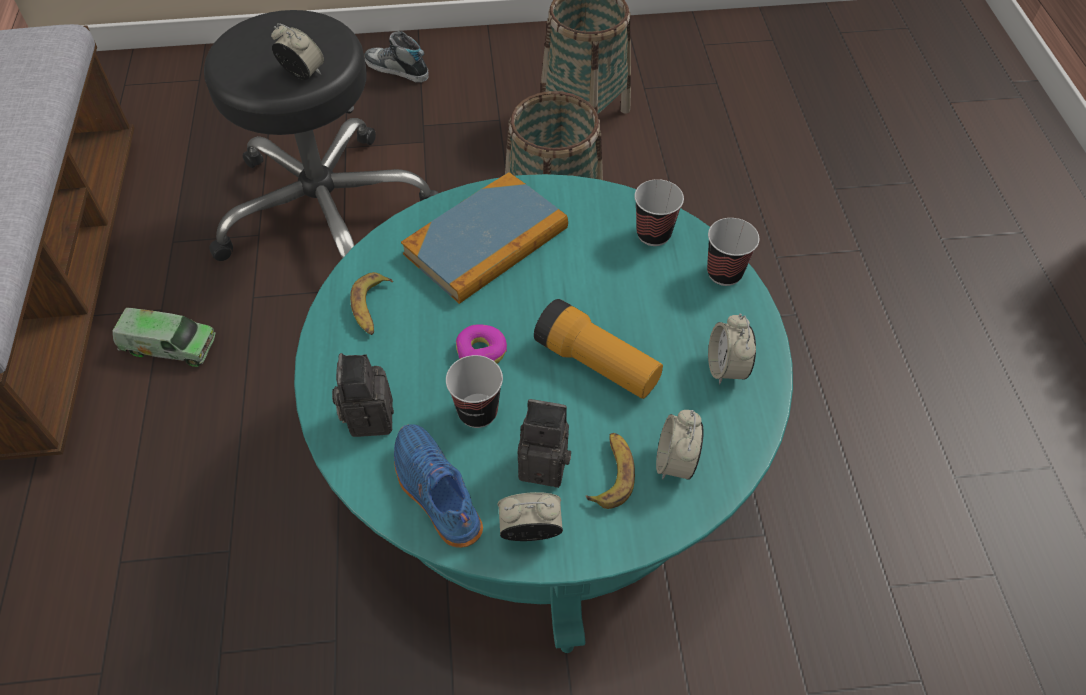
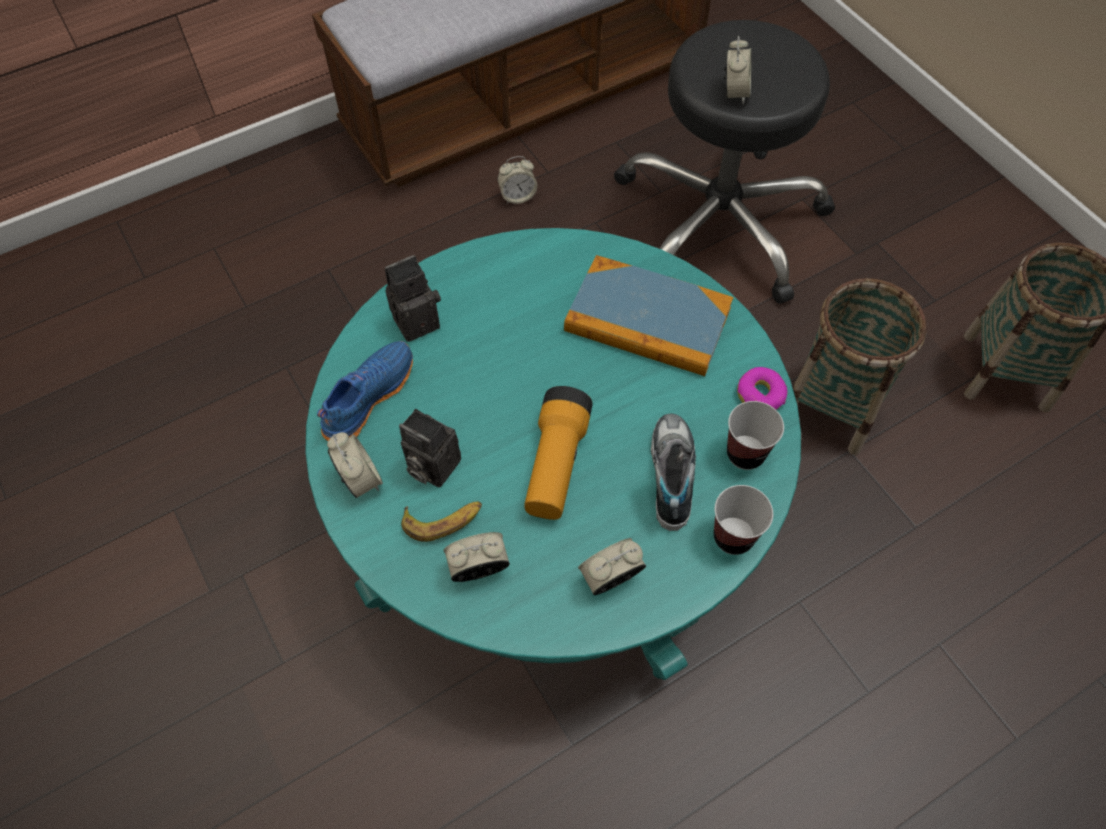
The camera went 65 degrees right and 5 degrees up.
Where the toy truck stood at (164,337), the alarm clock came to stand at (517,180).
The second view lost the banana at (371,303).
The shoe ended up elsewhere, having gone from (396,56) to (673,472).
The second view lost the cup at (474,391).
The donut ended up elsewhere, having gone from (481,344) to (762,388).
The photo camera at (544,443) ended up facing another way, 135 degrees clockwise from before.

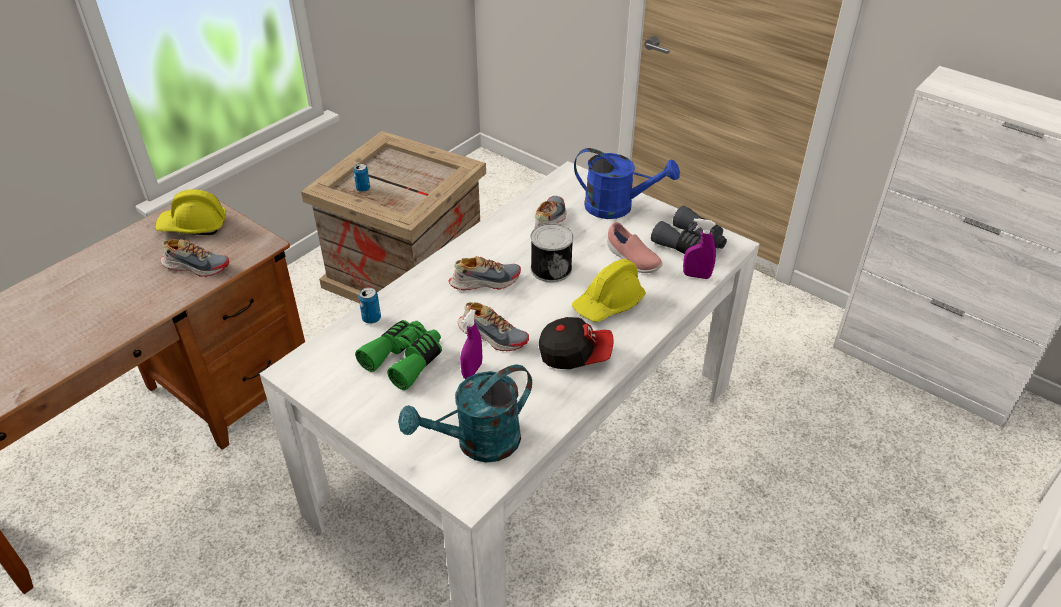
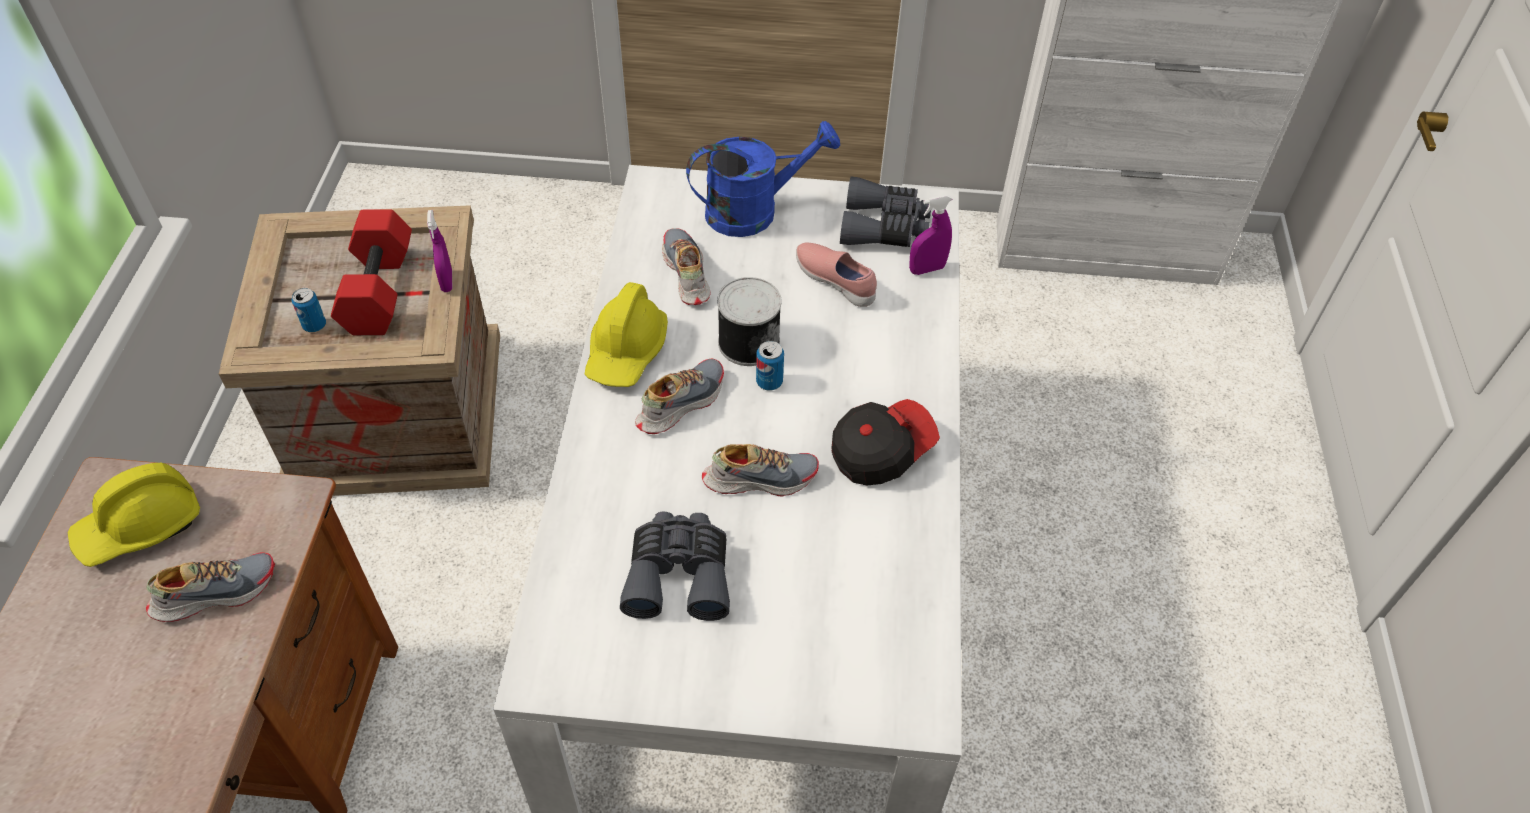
The camera went 35 degrees left and 10 degrees up.
What was the green binoculars at (398,355) turned into the grey binoculars at (675,566).
The can ended up elsewhere, having gone from (369,305) to (770,366).
The second view lost the turquoise watering can at (465,414).
The purple spray bottle ended up elsewhere, having gone from (471,344) to (439,251).
The yellow hard hat ended up elsewhere, having gone from (609,290) to (626,334).
The pink shoe at (635,247) ended up facing another way, 150 degrees counterclockwise from before.
The second view gained the red dumbbell at (371,272).

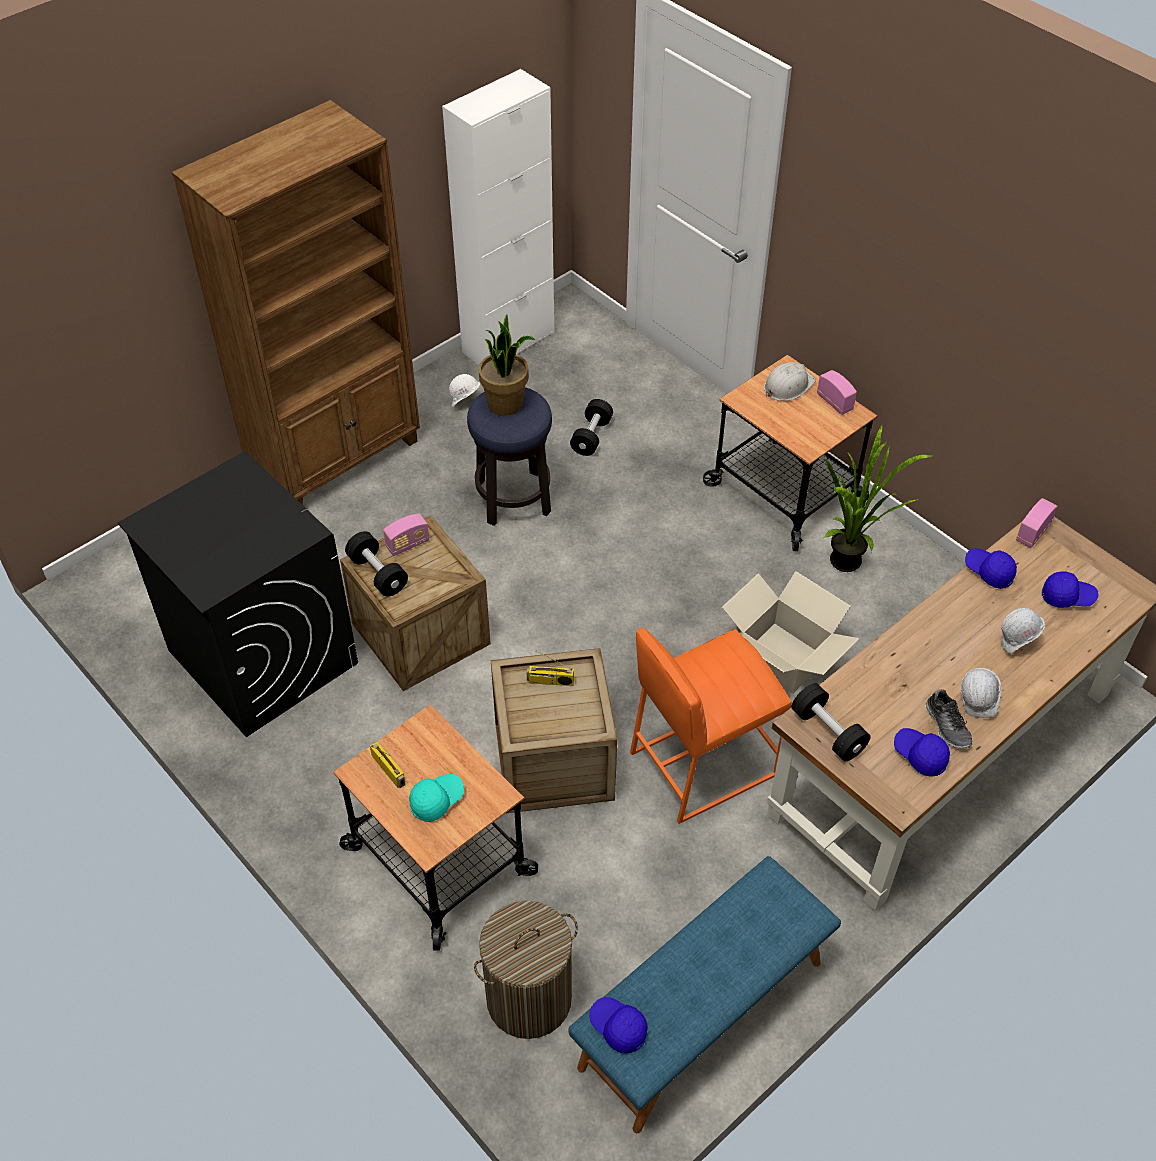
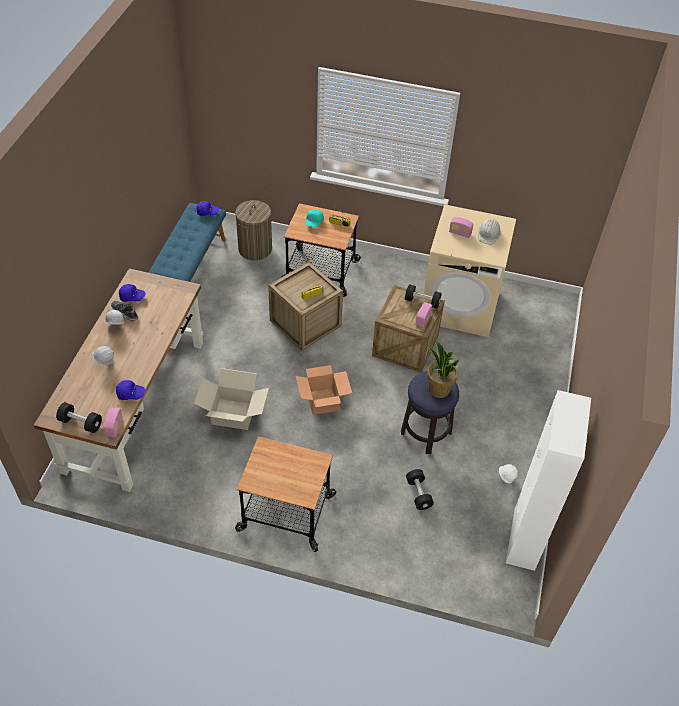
The camera went 145 degrees right and 0 degrees up.
What was the black washing machine at (237,594) turned into the beige washing machine at (470,270).
The second view lost the brown bookcase at (296,302).
The second view lost the orange stool at (711,726).
The white hard hat ended up elsewhere, having gone from (790,381) to (489,232).
The black dumbbell ended up elsewhere, having gone from (831,722) to (79,417).
The radio ended up elsewhere, having gone from (837,392) to (461,227).
The second view lost the potted plant at (878,498).
The second view lost the blue cap at (1070,590).
The second view gained the cardboard box at (324,390).

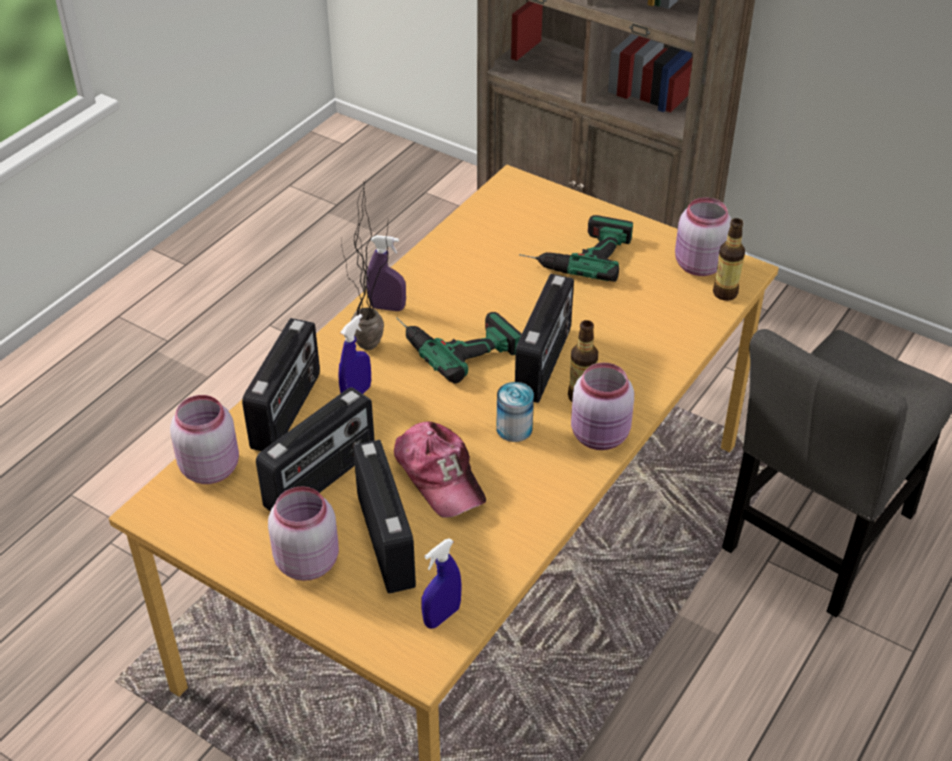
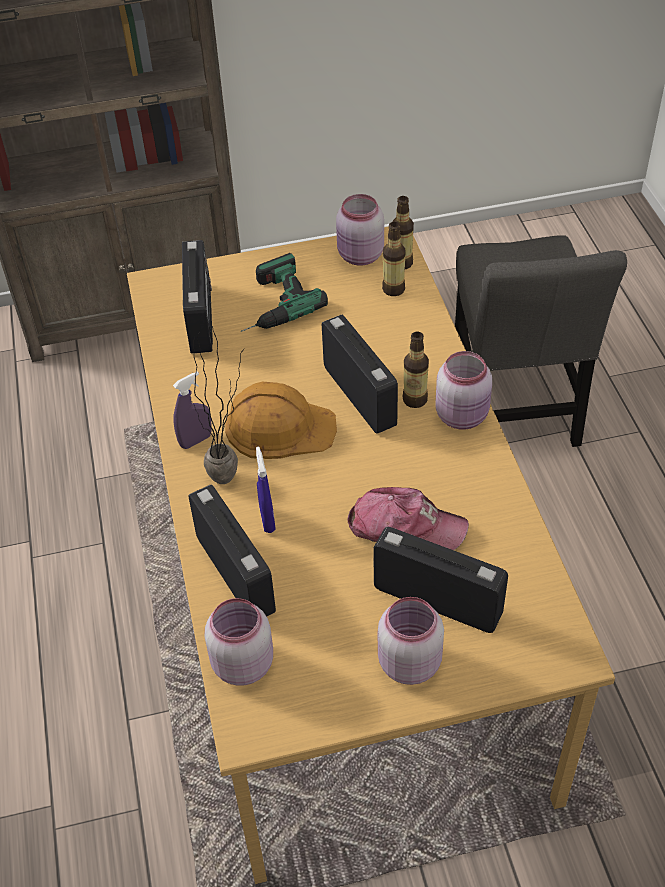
The camera went 45 degrees left and 5 degrees up.
The radio ended up elsewhere, having gone from (315,449) to (197,297).
Where the power drill stood at (459,347), the orange hard hat came to stand at (281,420).
The second view lost the blue spray bottle at (442,583).
The second view lost the can at (515,412).
The second view gained the bottle at (393,259).

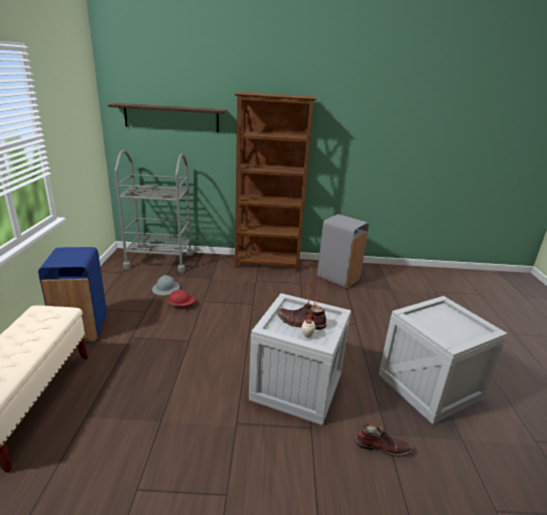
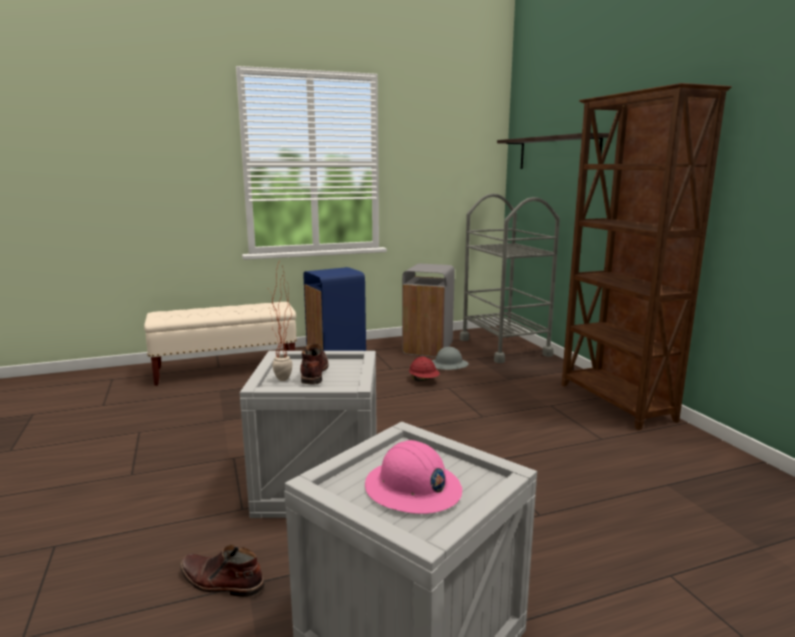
The camera went 70 degrees right and 10 degrees down.
The grey trash can ended up elsewhere, having gone from (343,251) to (428,310).
The brown boot at (384,440) ended up facing another way, 120 degrees clockwise from before.
The second view gained the pink hard hat at (413,477).

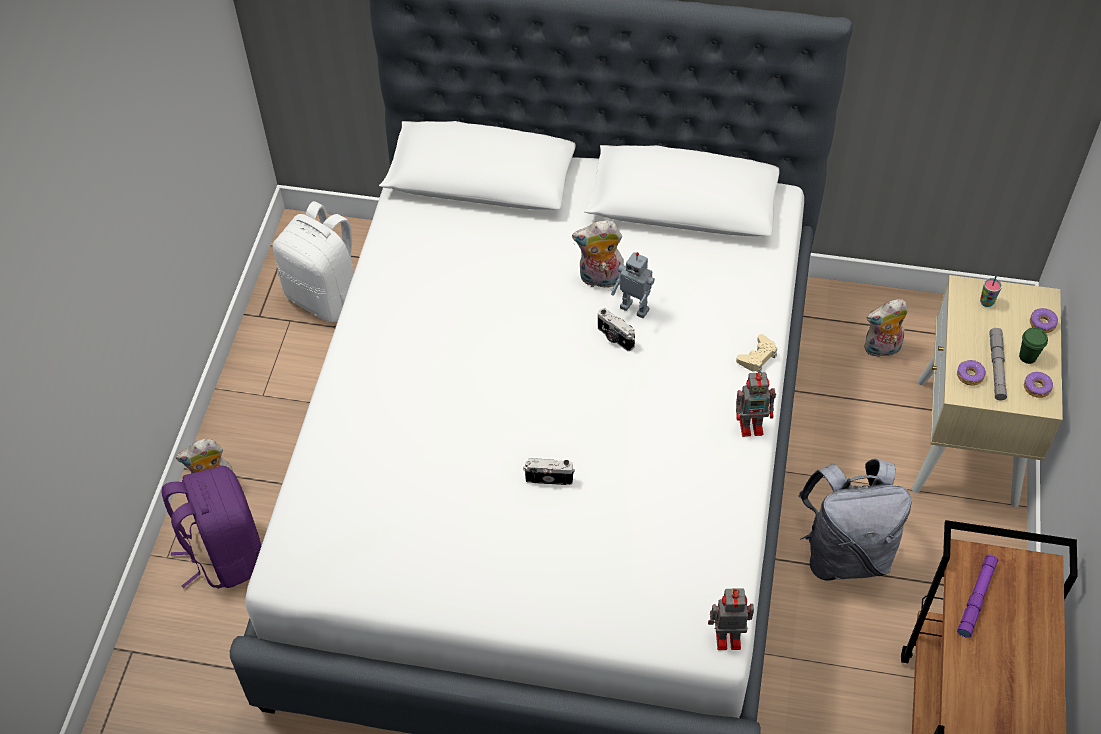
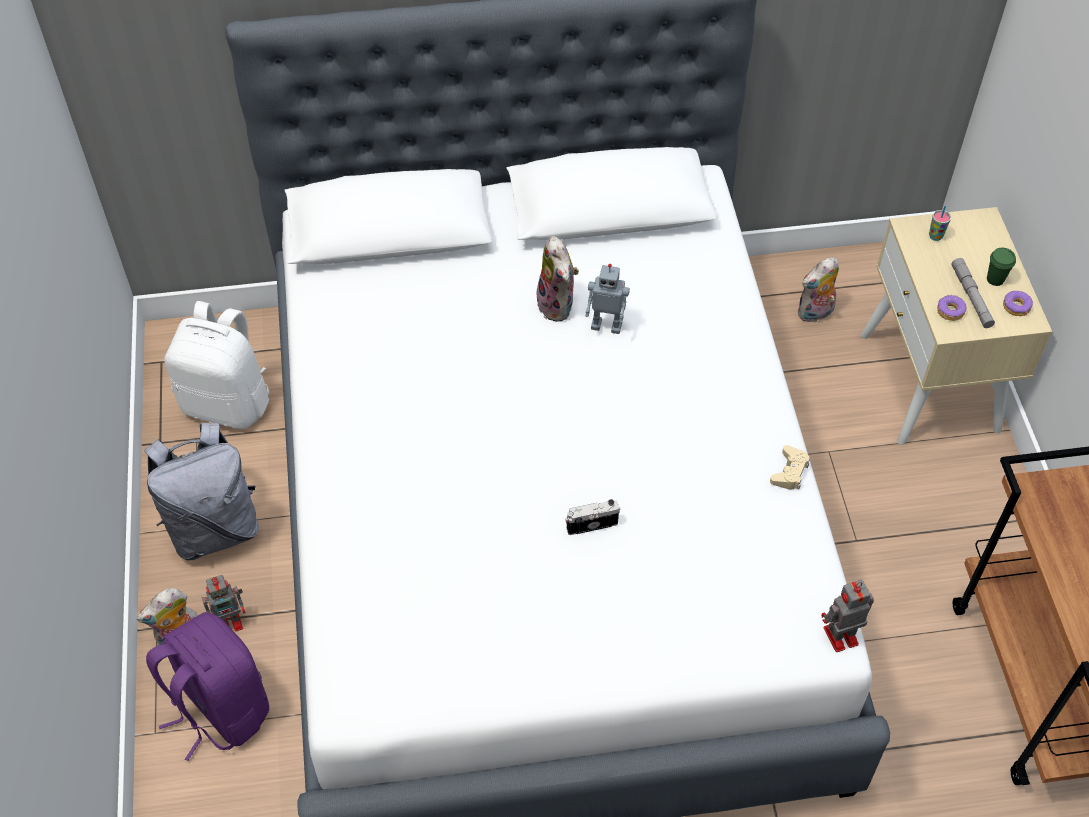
The camera went 20 degrees left and 0 degrees up.
The plush toy at (598,254) ended up facing another way, 90 degrees counterclockwise from before.
The second view lost the photo camera at (616,329).
The beige game controller ended up elsewhere, having gone from (756,353) to (790,467).
The toy robot ended up elsewhere, having gone from (756,404) to (224,603).
The grey backpack ended up elsewhere, having gone from (855,520) to (201,491).
The second view lost the purple flashlight at (977,596).
The second view lost the donut at (1044,320).

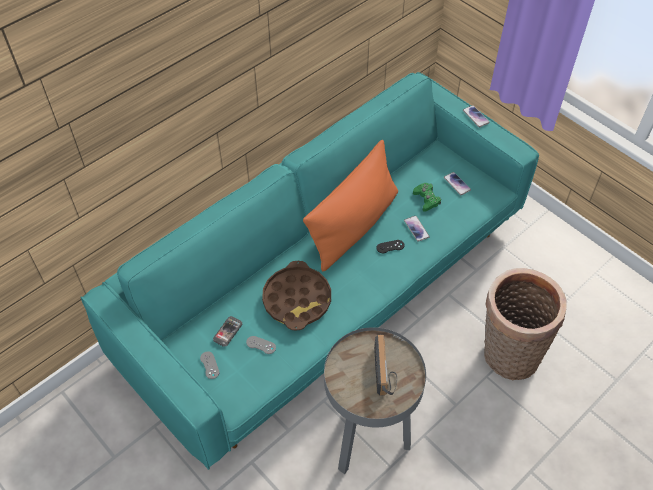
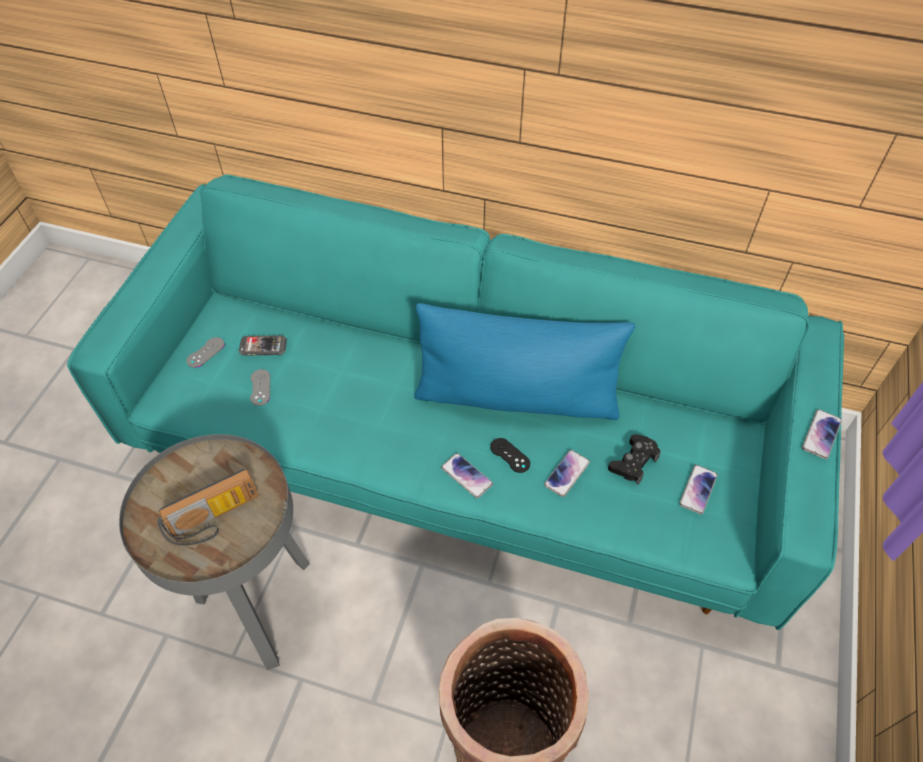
The camera went 60 degrees right and 0 degrees up.
The second view lost the brown tray at (296,295).
What was the orange pillow at (350,205) turned into the blue pillow at (524,361).
What was the green game controller at (427,197) turned into the black game controller at (634,459).
The second view gained the phone at (467,475).

